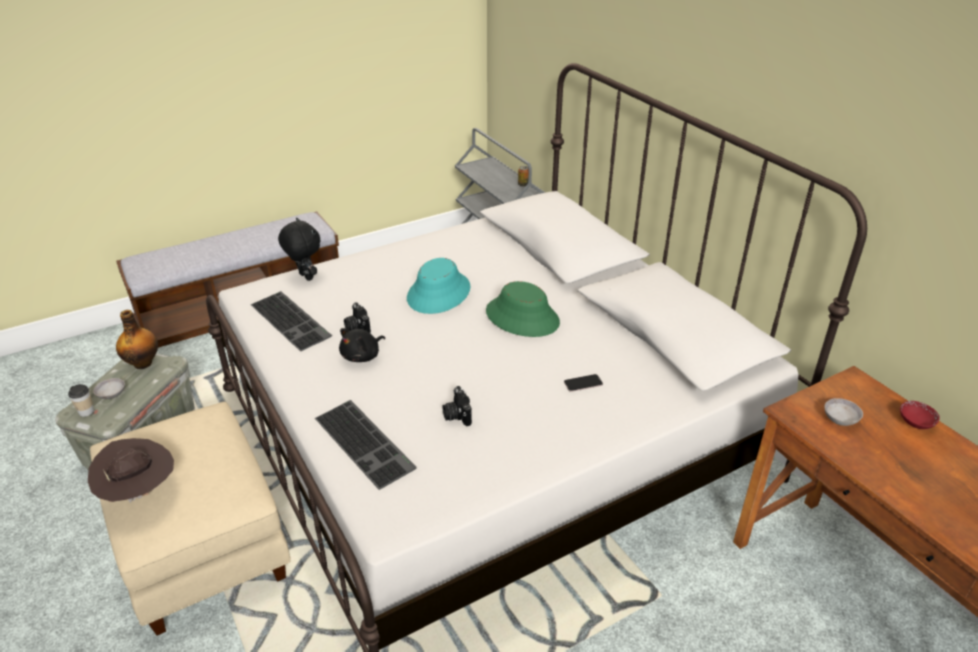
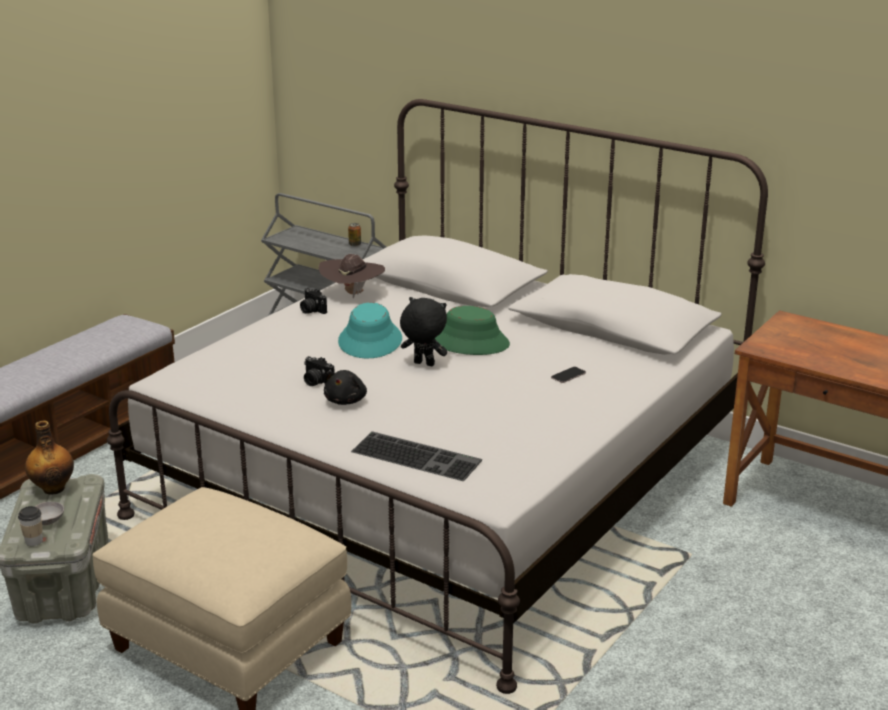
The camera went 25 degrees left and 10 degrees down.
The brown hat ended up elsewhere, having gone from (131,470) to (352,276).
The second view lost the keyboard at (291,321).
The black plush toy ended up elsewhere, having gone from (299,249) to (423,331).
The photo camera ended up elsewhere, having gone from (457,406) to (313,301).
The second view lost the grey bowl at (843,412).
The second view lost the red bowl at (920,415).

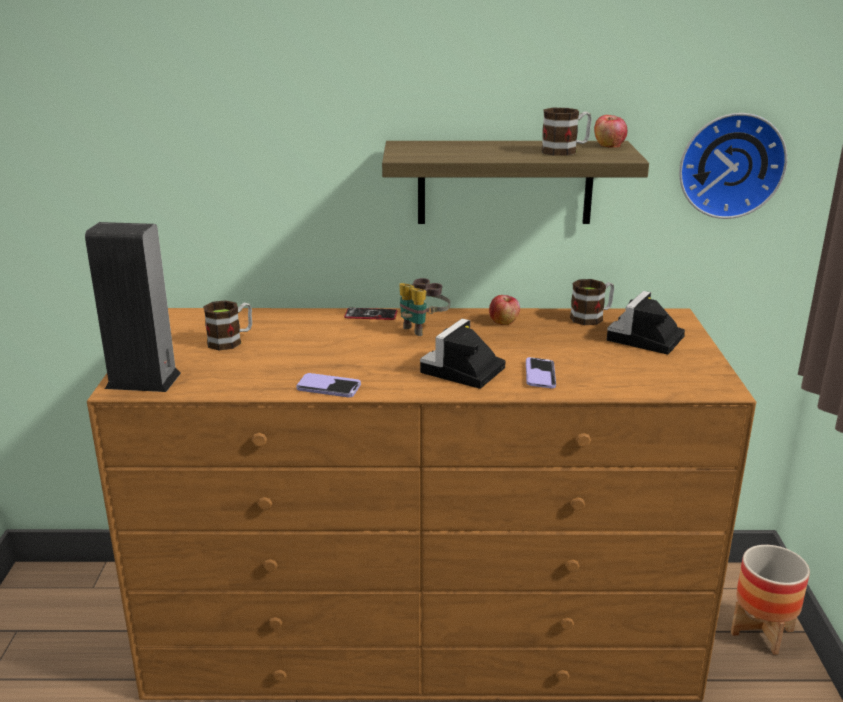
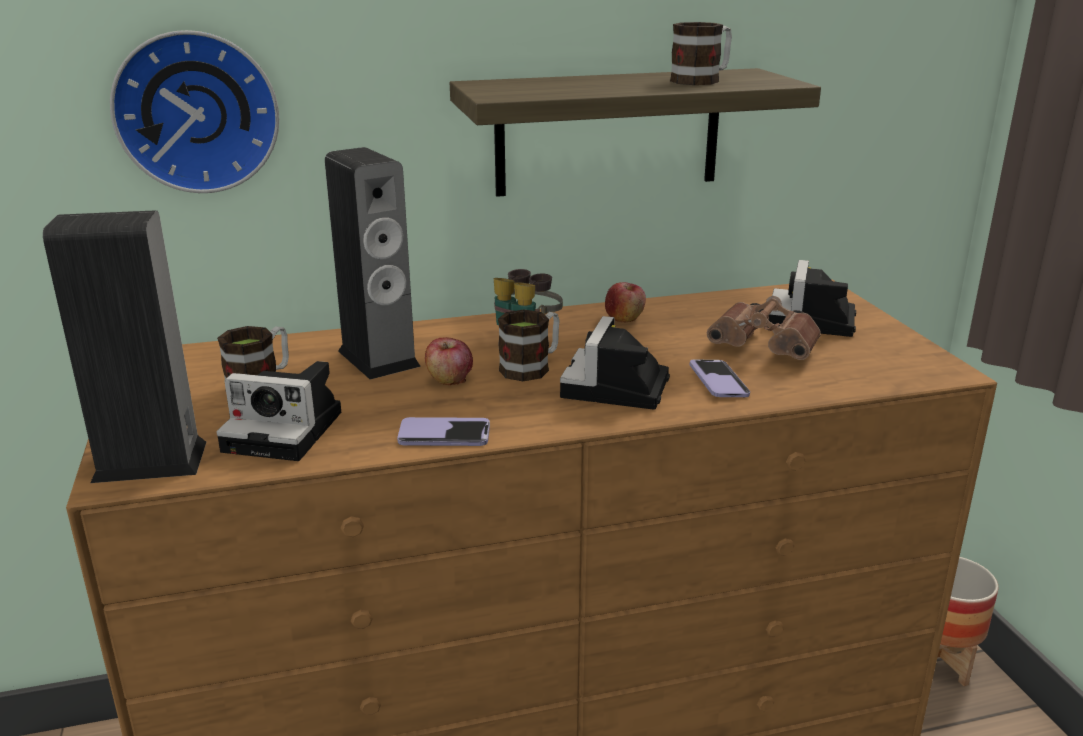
The camera went 15 degrees left and 0 degrees up.
The second view lost the phone at (370,314).
The mug ended up elsewhere, having gone from (592,302) to (529,345).
The apple ended up elsewhere, having gone from (610,131) to (449,361).
The wall clock ended up elsewhere, having gone from (733,166) to (194,111).
The second view gained the photo camera at (278,411).
The second view gained the speaker at (373,263).
The second view gained the brown binoculars at (764,328).

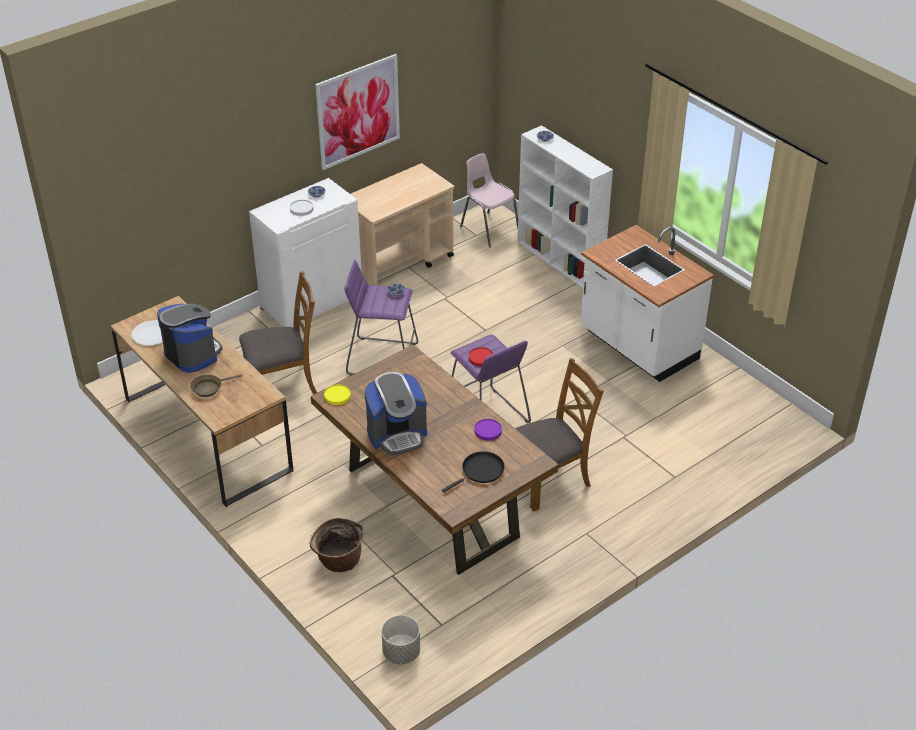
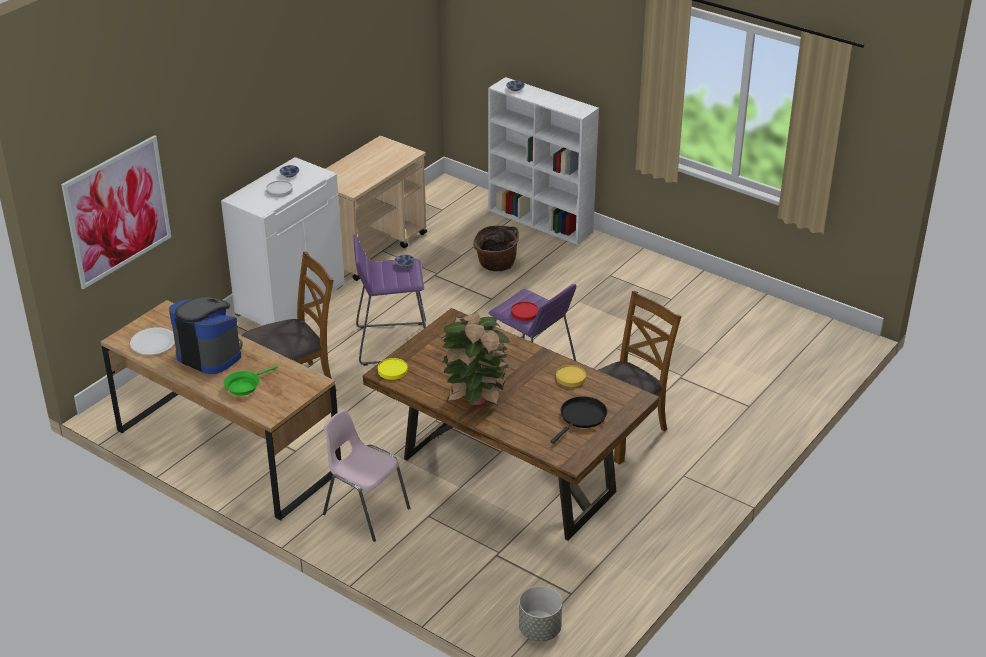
The camera went 15 degrees left and 5 degrees down.
What was the brown frying pan at (216,385) turned into the green frying pan at (251,380).
The basket ended up elsewhere, having gone from (337,545) to (496,248).
The picture ended up elsewhere, having gone from (357,112) to (116,212).
Where the coffee machine stood at (396,413), the potted plant came to stand at (475,359).
The pink chair ended up elsewhere, having gone from (489,200) to (366,475).
What was the purple plate at (488,430) turned into the yellow plate at (571,376).
The second view lost the white counter at (647,303).

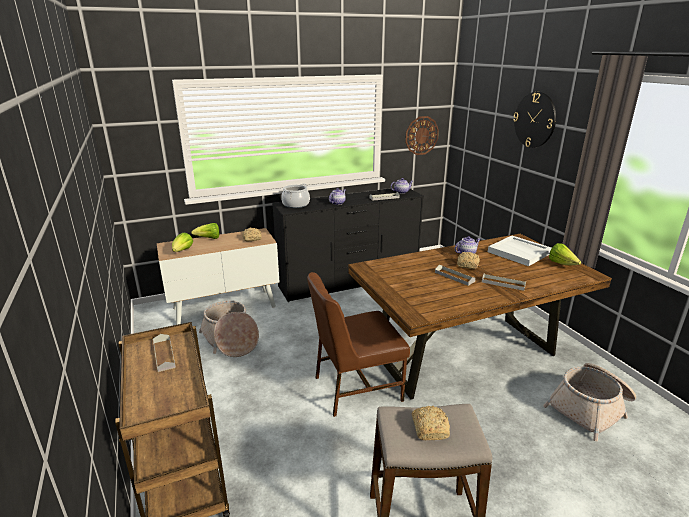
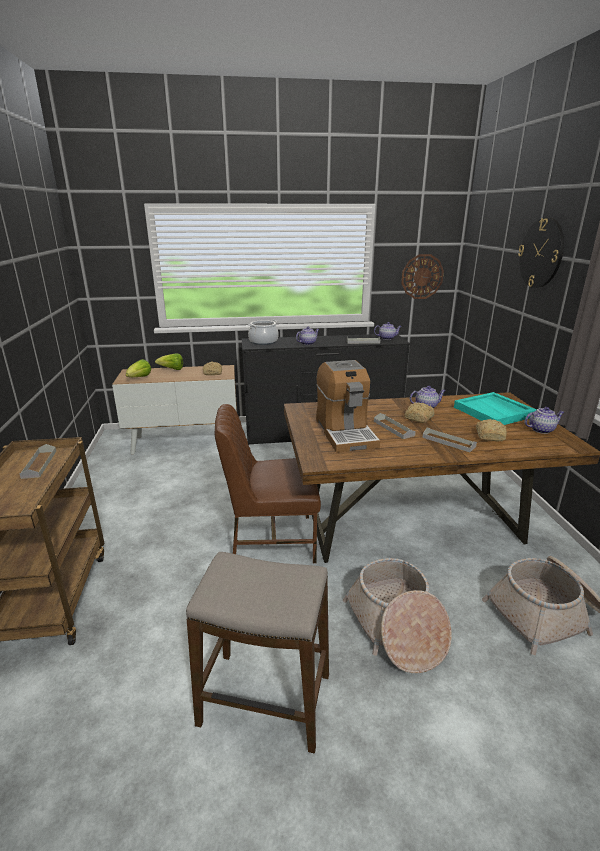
The camera went 15 degrees right and 0 degrees up.
The basket ended up elsewhere, having gone from (229,328) to (397,615).
The bread ended up elsewhere, having gone from (431,423) to (491,430).
What was the white tray at (520,251) turned into the turquoise tray at (495,408).
Where the lettuce stood at (565,254), the teapot came to stand at (544,420).
The second view gained the coffee machine at (348,406).

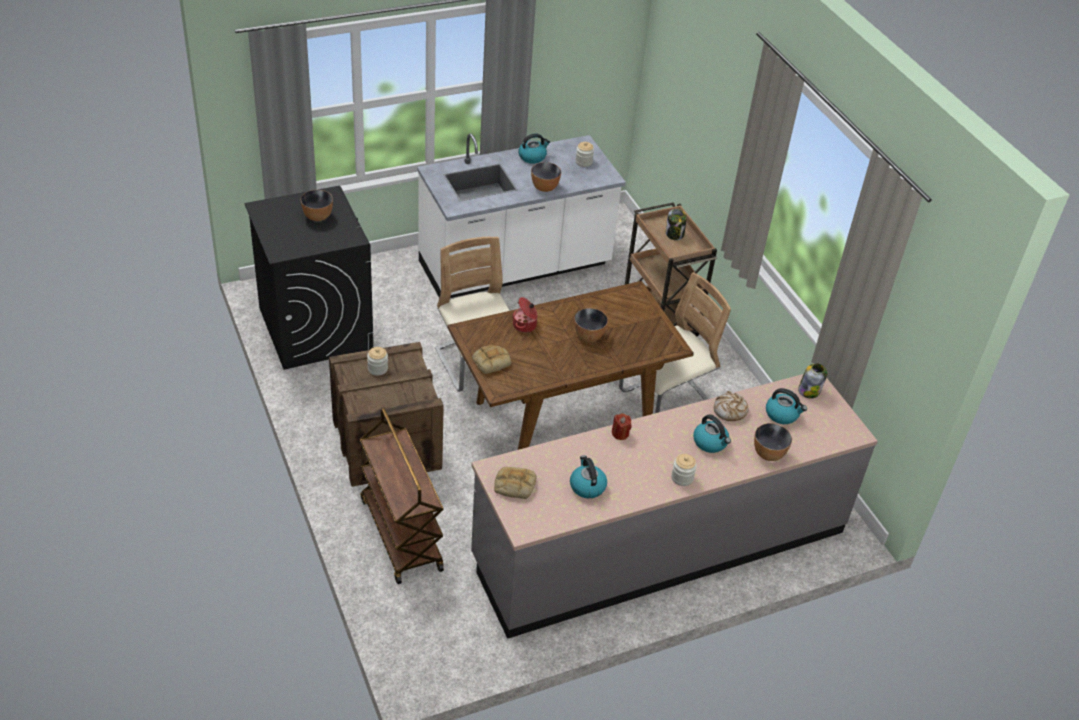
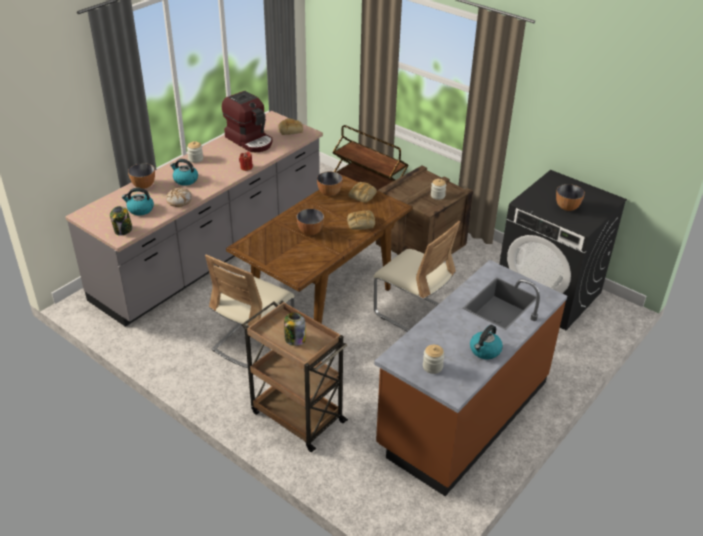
The camera went 155 degrees right and 5 degrees down.
What was the white counter at (521,215) turned into the brown counter at (470,378).
Where the cooking pot stood at (525,315), the bread came to stand at (361,220).
The bowl ended up elsewhere, having gone from (546,177) to (330,183).
Where the kettle stood at (588,476), the coffee machine came to stand at (247,121).

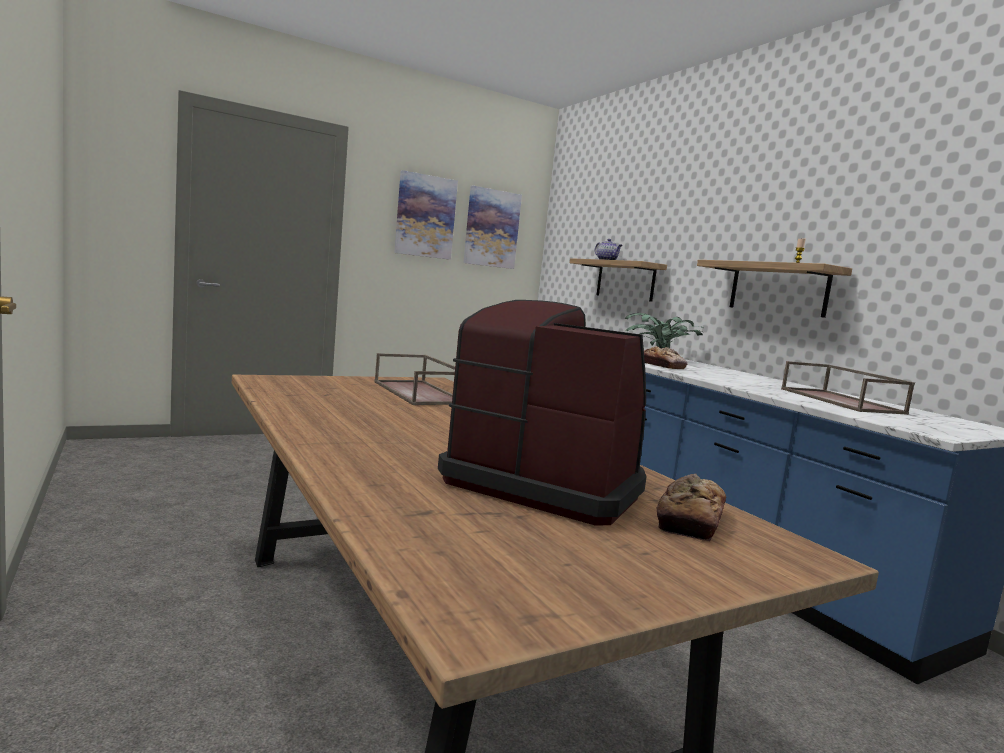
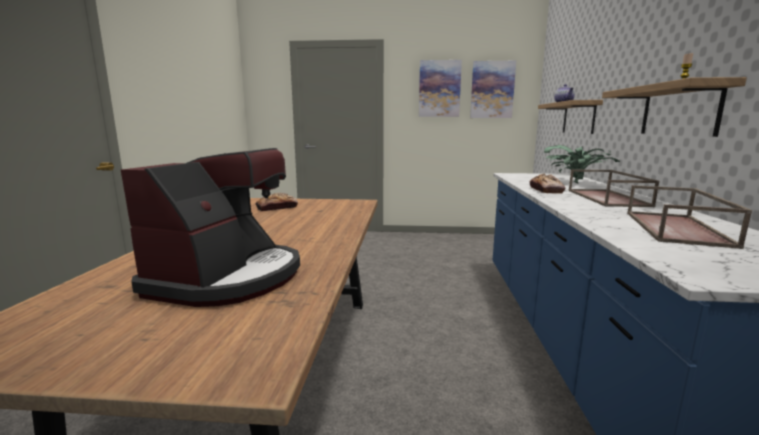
The camera went 35 degrees right and 5 degrees up.
The brown tray ended up elsewhere, having gone from (414,379) to (614,188).
The coffee machine at (542,413) ended up facing another way, 45 degrees clockwise from before.
The bread ended up elsewhere, having gone from (691,507) to (277,202).

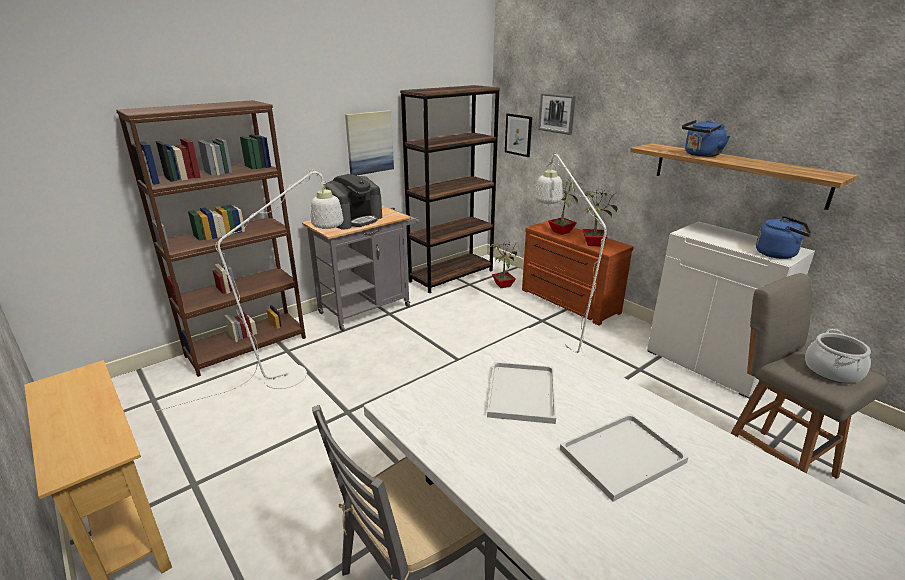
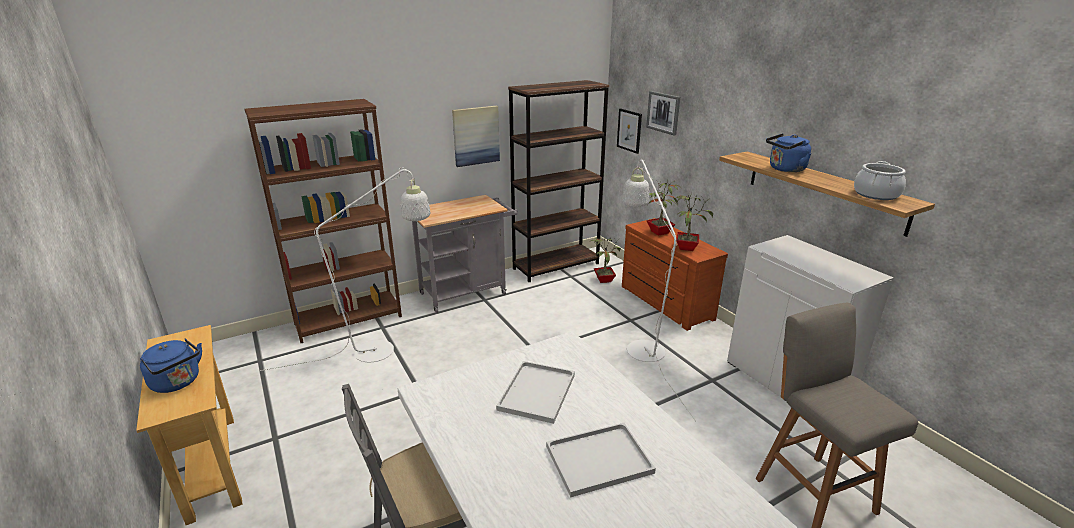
The camera went 10 degrees right and 0 degrees up.
The second view lost the coffee machine at (353,201).
The blue kettle ended up elsewhere, having gone from (783,237) to (171,365).
The cooking pot ended up elsewhere, having gone from (838,356) to (880,180).

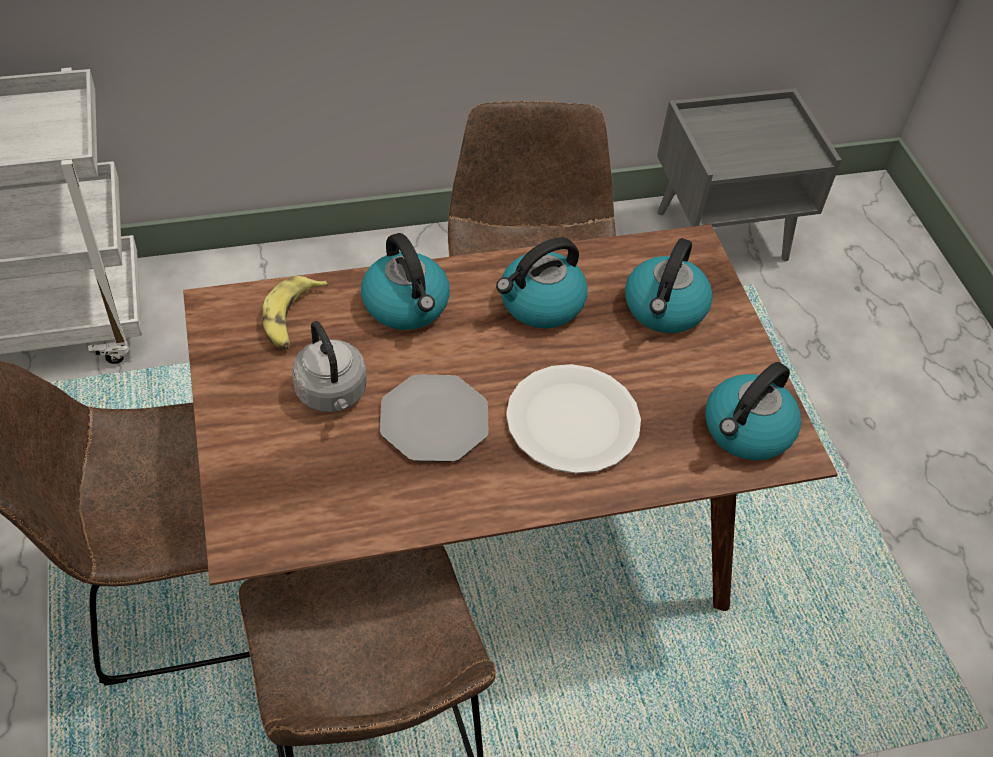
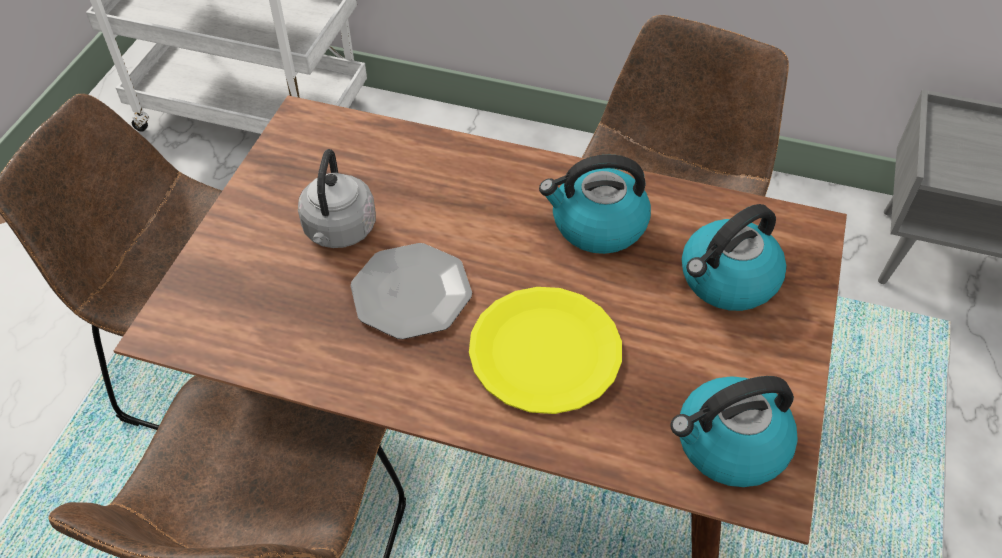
The camera went 35 degrees right and 0 degrees up.
The second view lost the banana at (295,313).
The second view lost the kettle at (405,281).
What was the white plate at (573,419) turned into the yellow plate at (545,350).

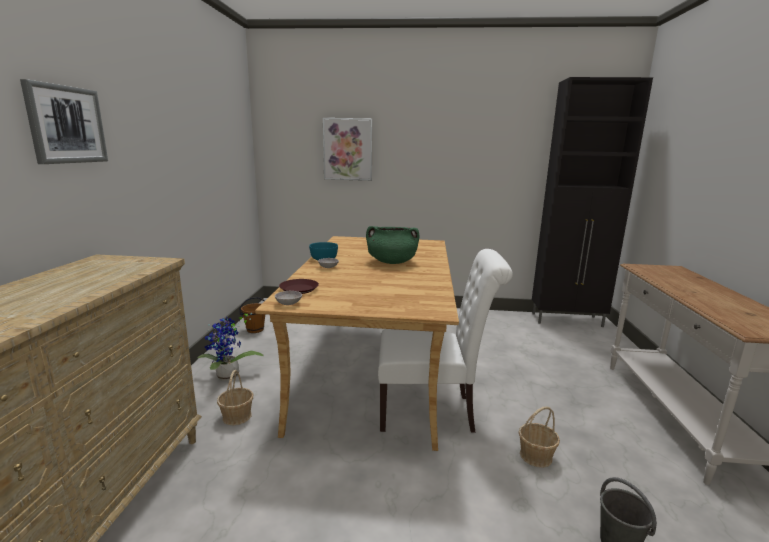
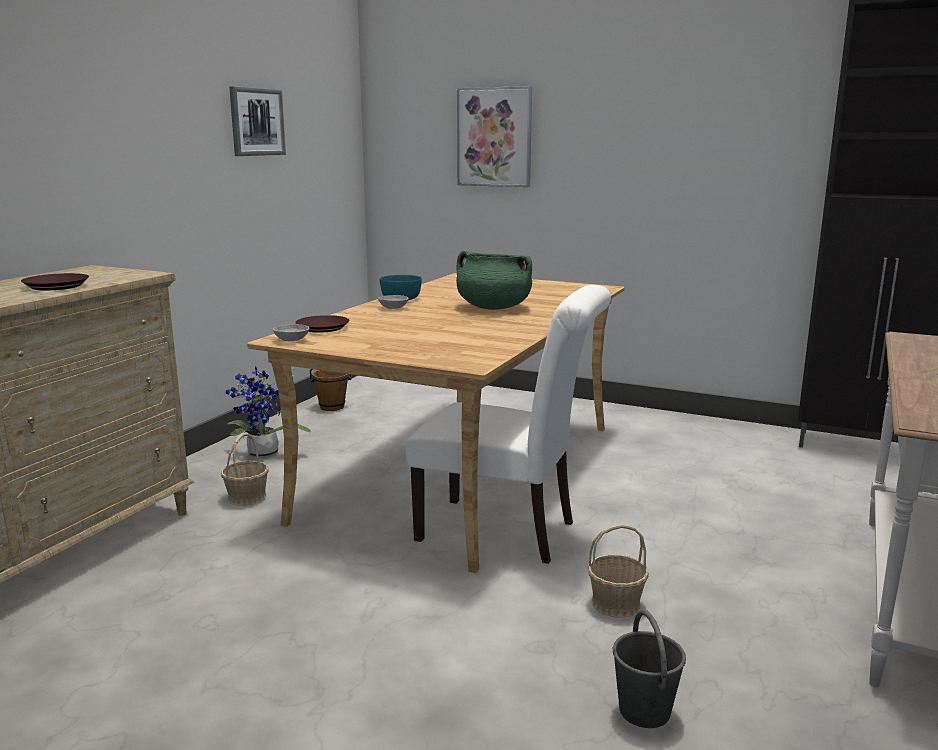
The camera went 20 degrees right and 0 degrees up.
The picture ended up elsewhere, having gone from (64,121) to (257,121).
The second view gained the brown plate at (55,282).

